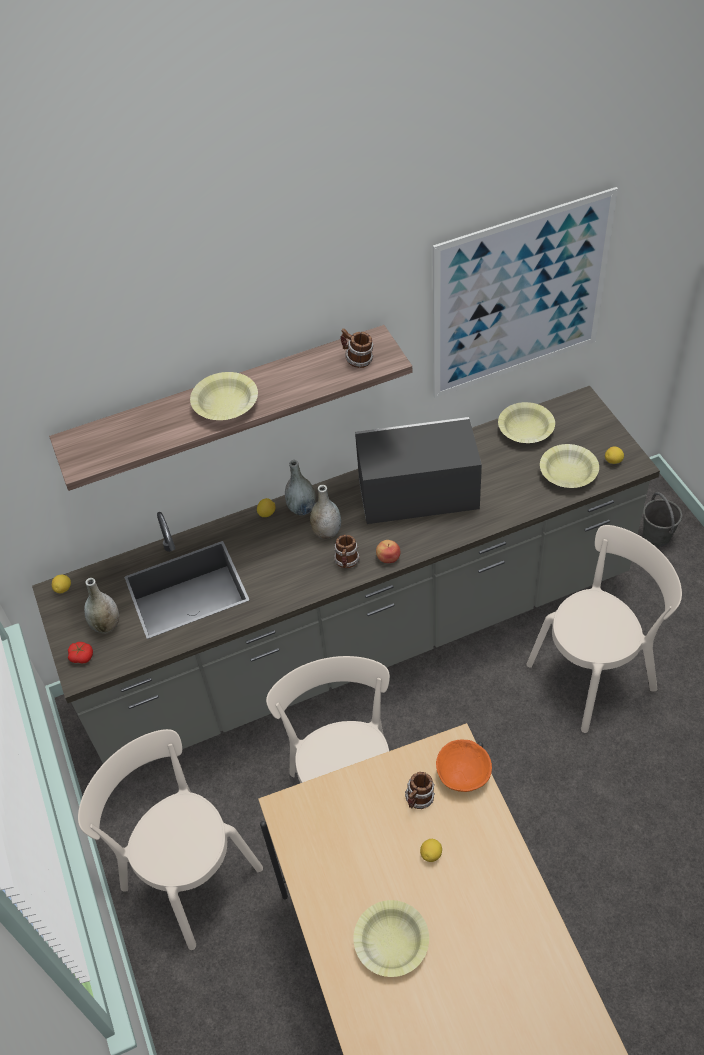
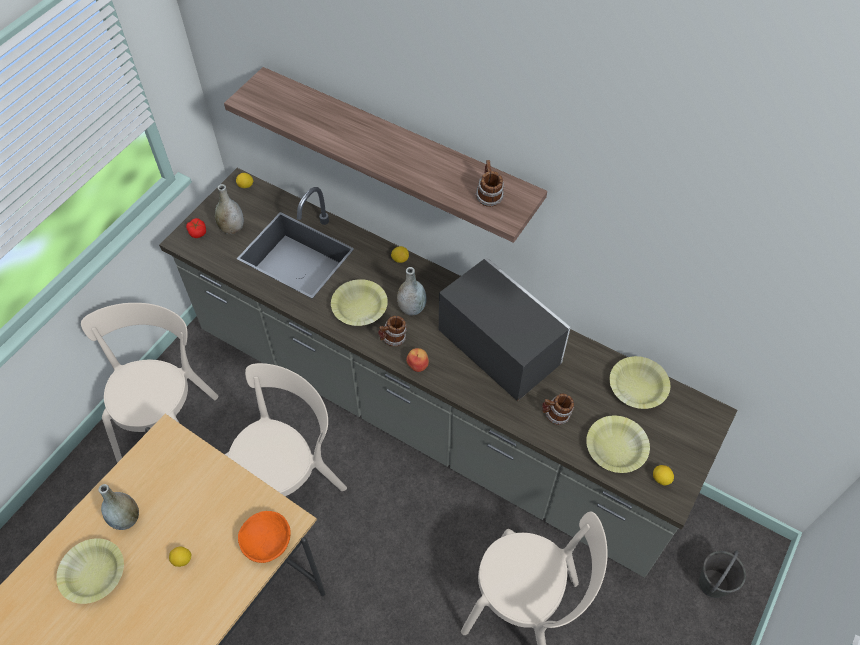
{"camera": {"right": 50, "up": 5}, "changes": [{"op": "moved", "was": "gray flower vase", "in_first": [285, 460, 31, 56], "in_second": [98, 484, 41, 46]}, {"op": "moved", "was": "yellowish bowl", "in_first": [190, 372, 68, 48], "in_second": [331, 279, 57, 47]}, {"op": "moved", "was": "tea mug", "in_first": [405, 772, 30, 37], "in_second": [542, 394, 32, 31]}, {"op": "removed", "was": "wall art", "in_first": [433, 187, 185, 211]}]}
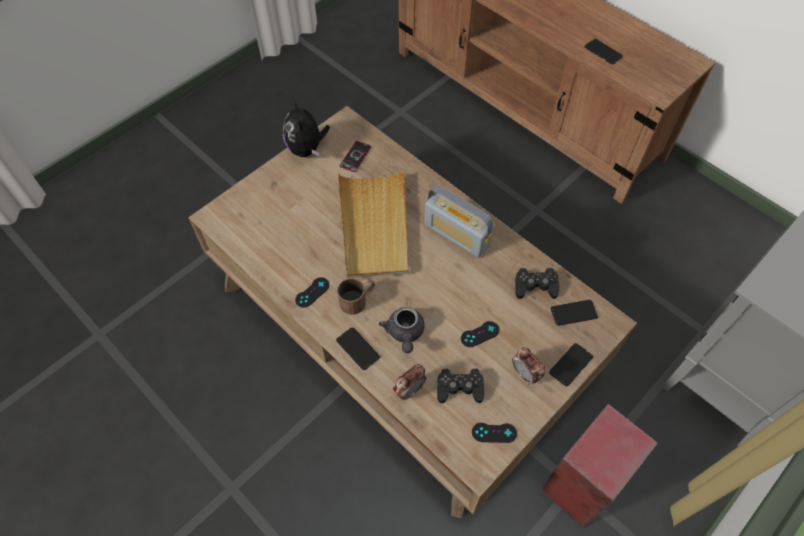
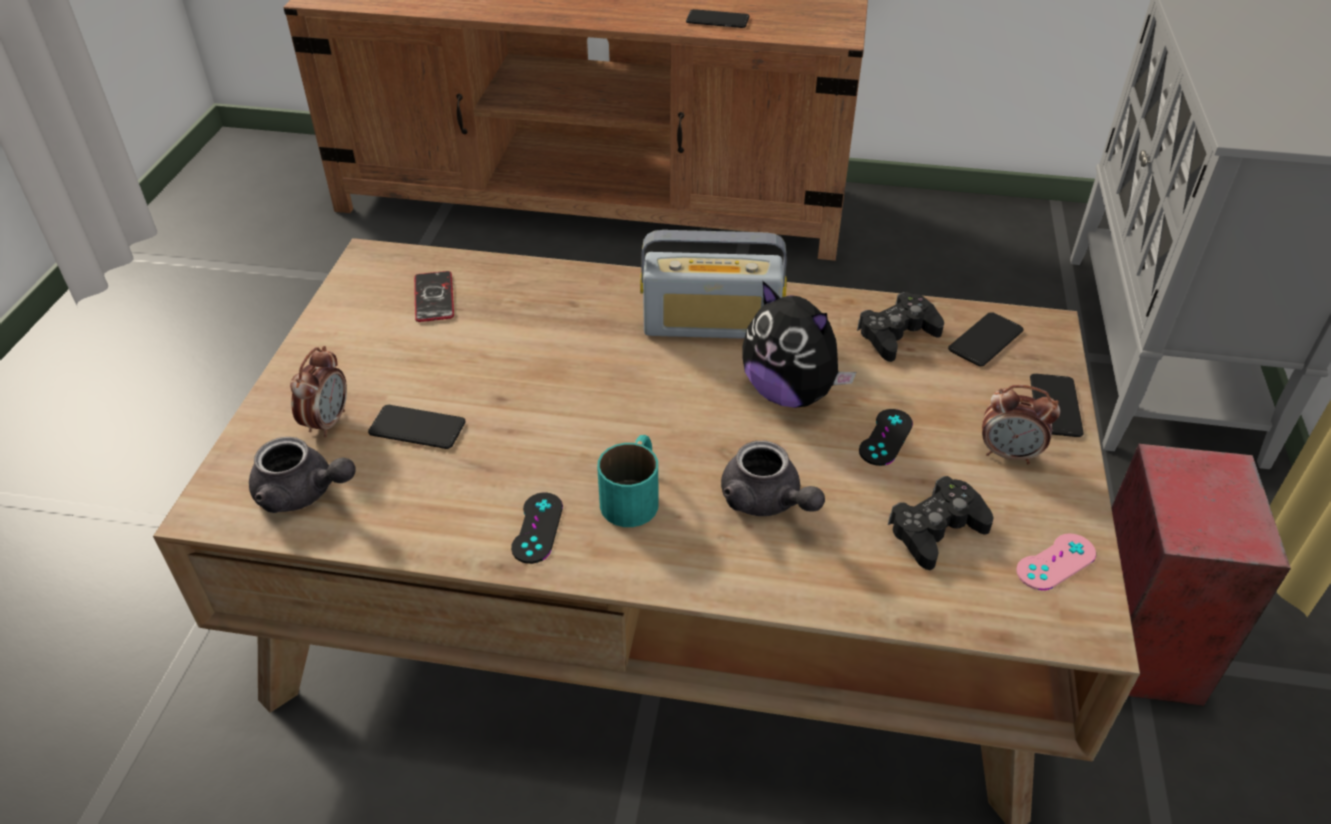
{"camera": {"right": -35, "up": -15}, "changes": [{"op": "added", "now": "gray teapot", "in_second": [249, 437, 107, 76]}, {"op": "moved", "was": "alarm clock", "in_first": [393, 364, 33, 36], "in_second": [290, 346, 57, 92]}, {"op": "moved", "was": "telephone", "in_first": [336, 328, 44, 42], "in_second": [368, 405, 98, 44]}, {"op": "recoloured", "was": "brownish tea mug", "now": "turquoise tea mug", "in_first": [337, 278, 38, 37], "in_second": [597, 435, 62, 92]}, {"op": "moved", "was": "soft toy", "in_first": [283, 99, 47, 58], "in_second": [742, 281, 114, 127]}, {"op": "recoloured", "was": "blackish game controller", "now": "pinkish game controller", "in_first": [472, 423, 45, 20], "in_second": [1016, 533, 80, 58]}, {"op": "removed", "was": "sand-coloured tray", "in_first": [338, 170, 71, 108]}]}
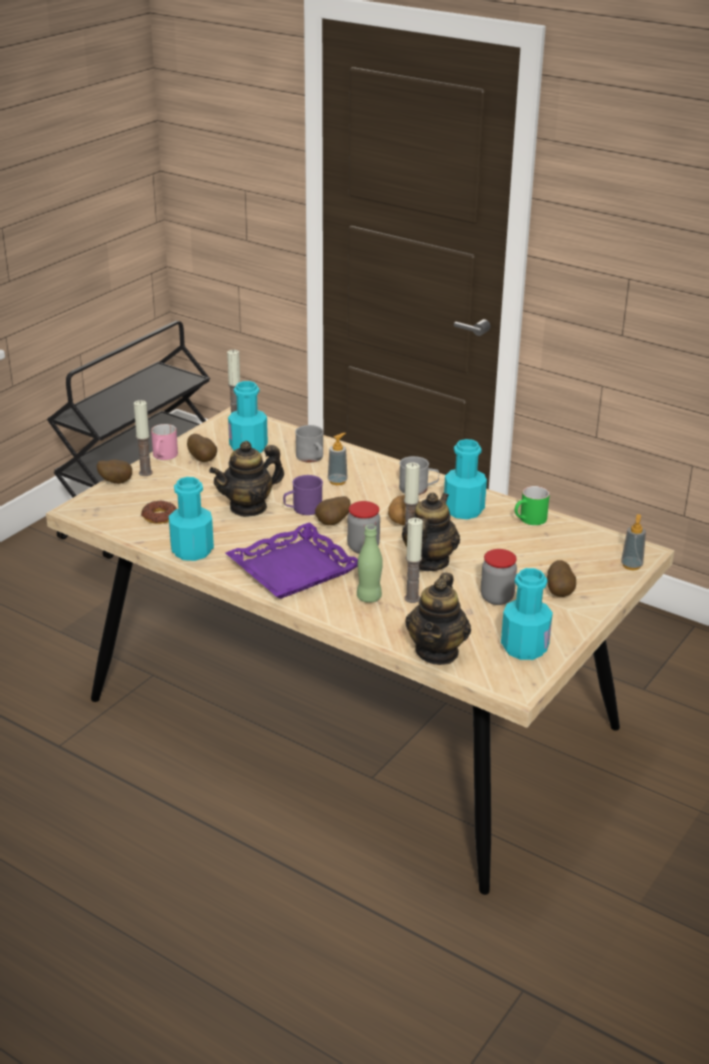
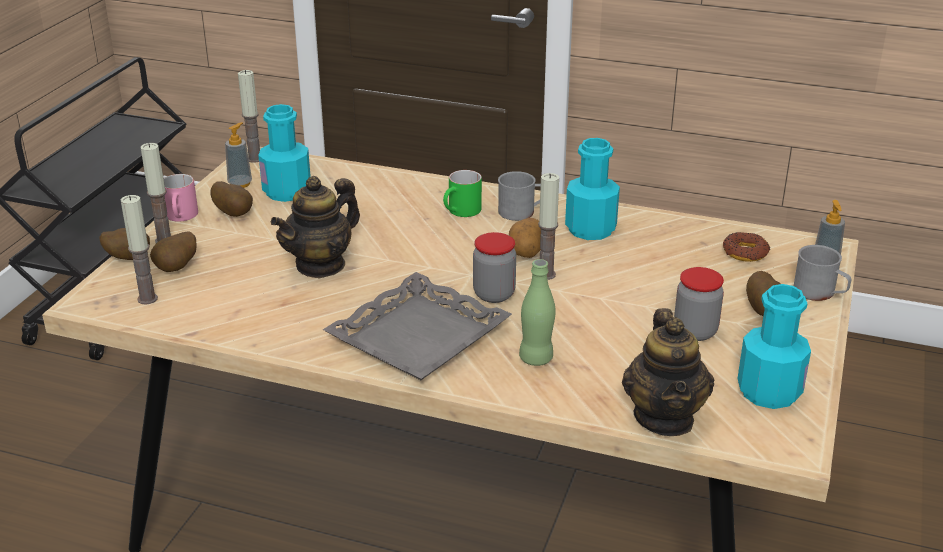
{"camera": {"right": -15, "up": 0}, "changes": [{"op": "moved", "was": "wax candle", "in_first": [405, 518, 18, 85], "in_second": [121, 195, 37, 110]}, {"op": "moved", "was": "spud", "in_first": [315, 496, 35, 29], "in_second": [150, 231, 46, 41]}, {"op": "moved", "was": "soap dispenser", "in_first": [328, 433, 20, 52], "in_second": [225, 122, 27, 66]}, {"op": "recoloured", "was": "purplish tray", "now": "gray tray", "in_first": [226, 522, 132, 77], "in_second": [323, 272, 189, 108]}, {"op": "moved", "was": "green-coloured tea mug", "in_first": [515, 486, 35, 39], "in_second": [443, 170, 39, 47]}, {"op": "moved", "was": "donut", "in_first": [141, 501, 36, 23], "in_second": [723, 232, 47, 30]}, {"op": "moved", "was": "gray tea mug", "in_first": [295, 425, 29, 38], "in_second": [794, 245, 57, 56]}, {"op": "removed", "was": "turquoise drink bottle", "in_first": [169, 477, 45, 84]}, {"op": "removed", "was": "purplish tea mug", "in_first": [283, 475, 40, 40]}, {"op": "removed", "was": "teapot", "in_first": [402, 493, 58, 78]}]}
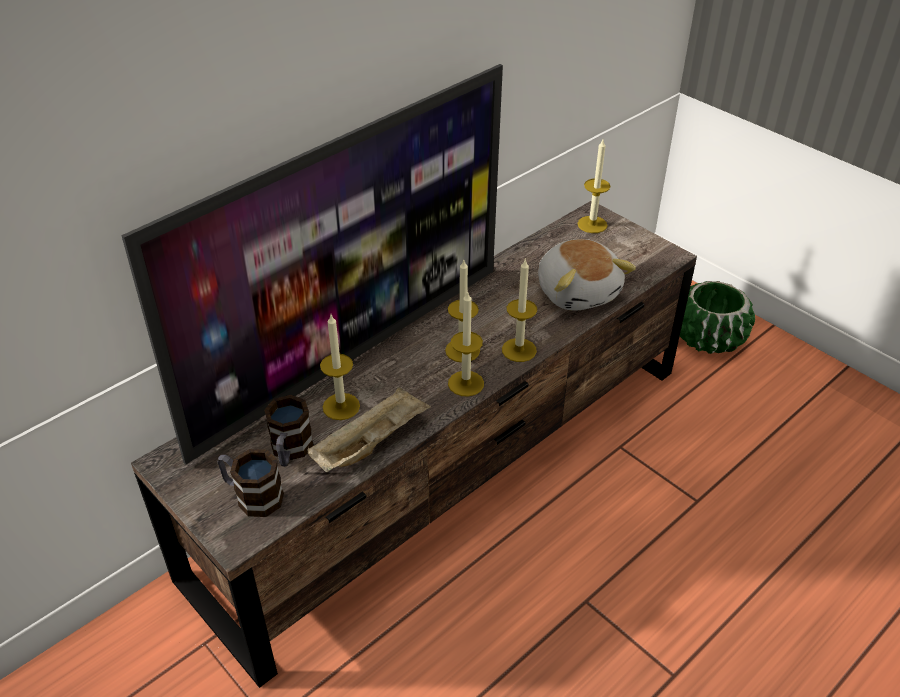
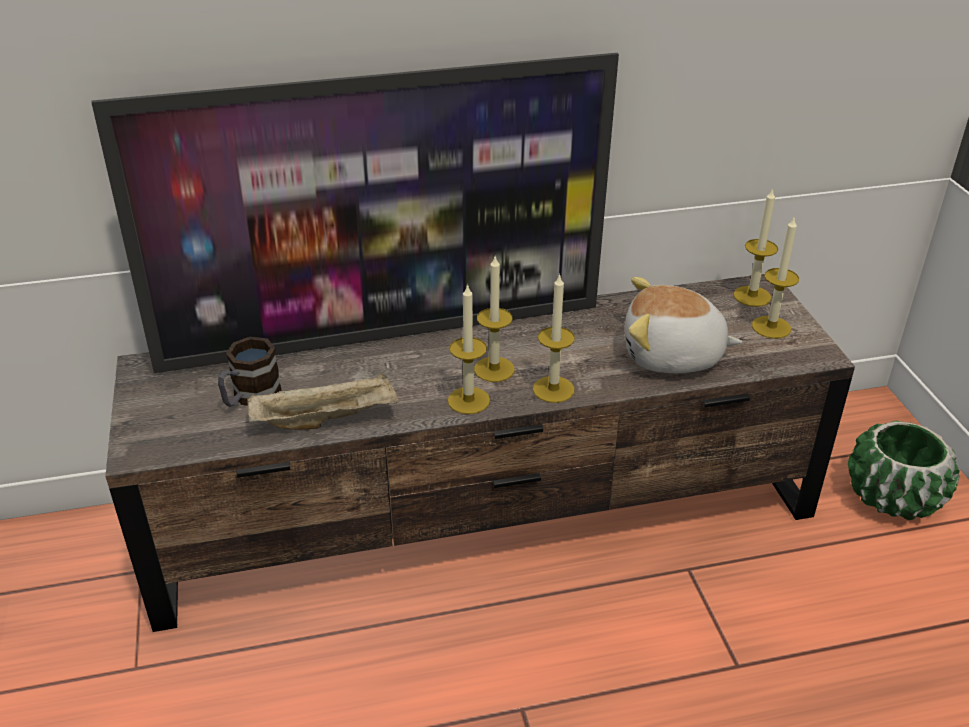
{"camera": {"right": 30, "up": -5}, "changes": [{"op": "turned", "was": "soft toy", "in_first": [538, 239, 98, 72], "in_second": [625, 277, 117, 96], "clockwise": 90}, {"op": "moved", "was": "wax candle", "in_first": [320, 315, 40, 105], "in_second": [752, 216, 47, 123]}, {"op": "removed", "was": "tea mug", "in_first": [218, 449, 66, 68]}]}
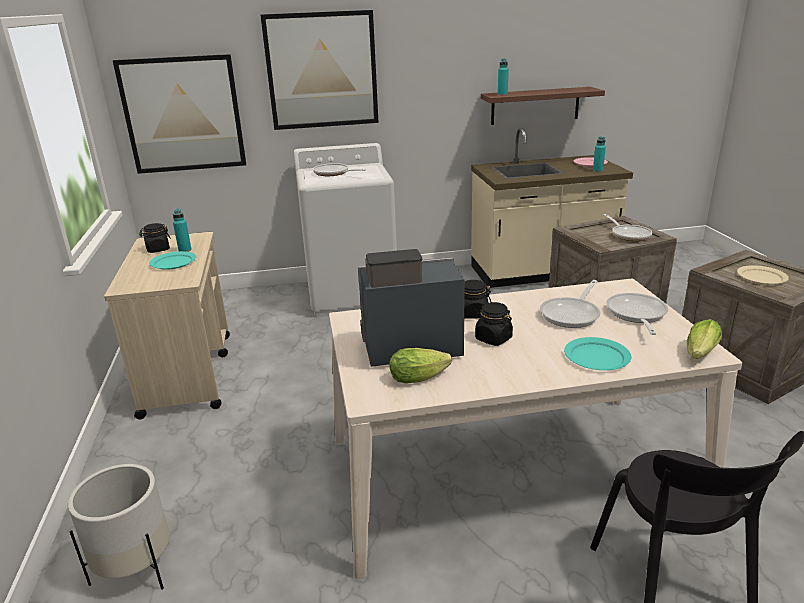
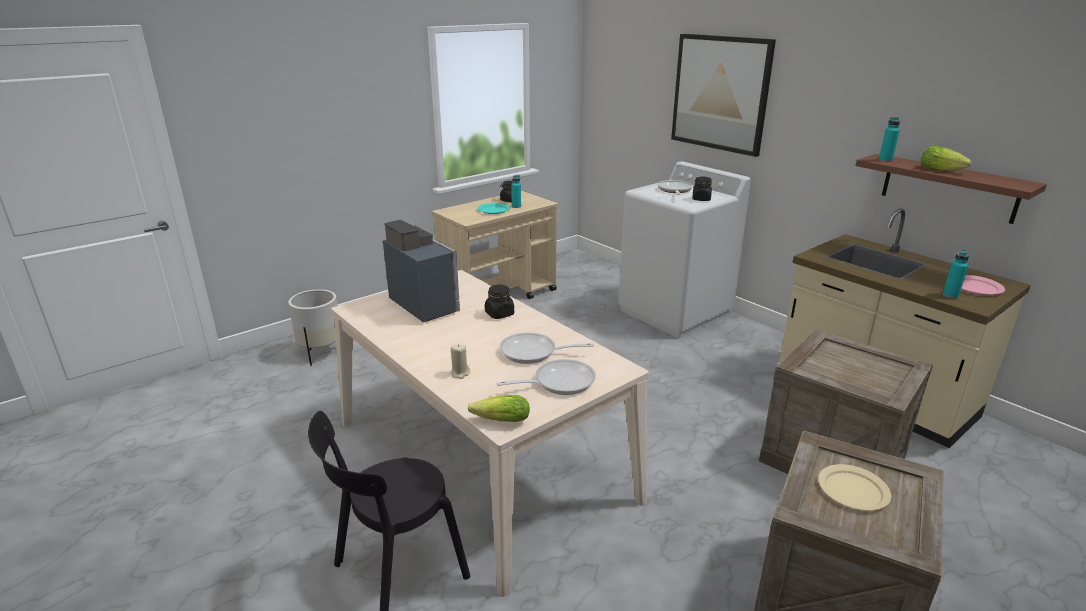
{"camera": {"right": 60, "up": 0}, "changes": [{"op": "replaced", "was": "turquoise dinner plate", "now": "sand-coloured wax candle", "in_first": [564, 337, 67, 33], "in_second": [450, 344, 20, 35]}, {"op": "moved", "was": "blackish jar", "in_first": [475, 302, 38, 44], "in_second": [692, 177, 20, 24]}, {"op": "moved", "was": "lettuce", "in_first": [390, 348, 62, 36], "in_second": [921, 146, 51, 25]}, {"op": "removed", "was": "wall art", "in_first": [113, 54, 133, 120]}, {"op": "removed", "was": "pan", "in_first": [603, 214, 49, 27]}]}
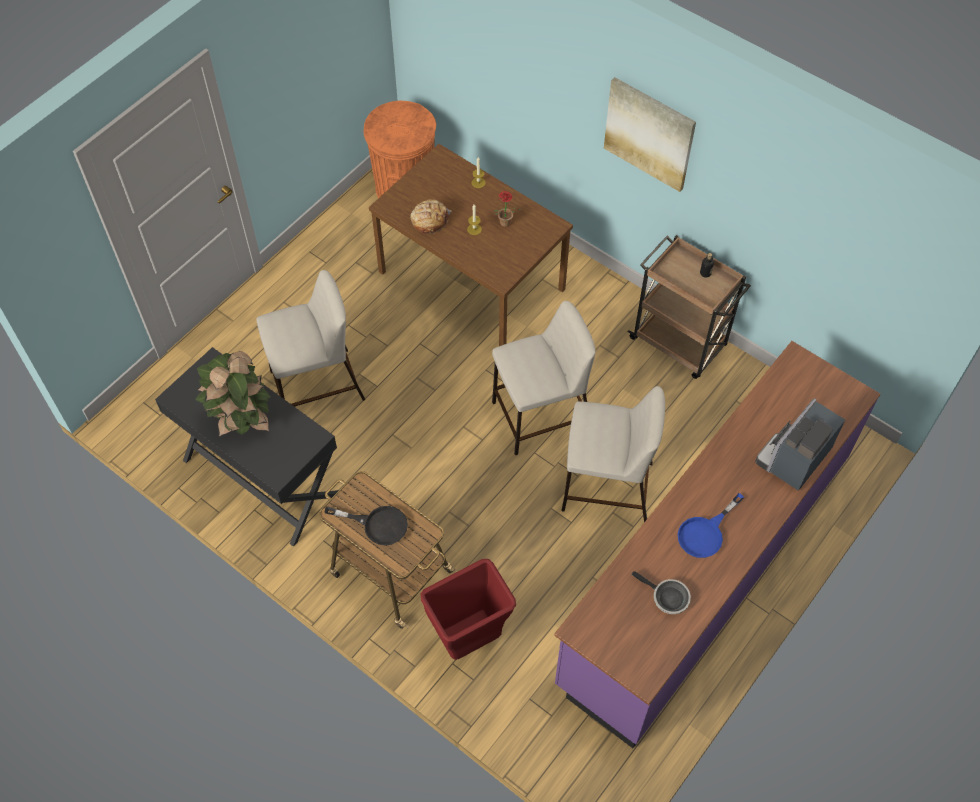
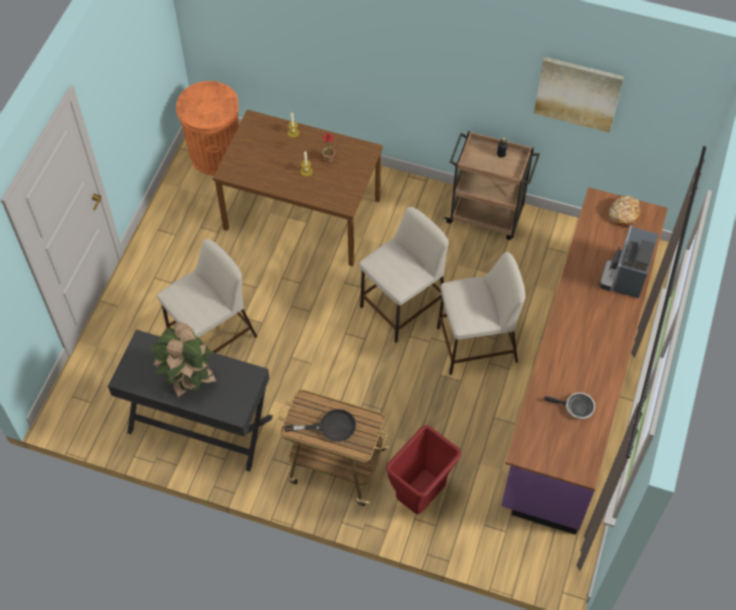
{"camera": {"right": -20, "up": 0}, "changes": [{"op": "moved", "was": "wall art", "in_first": [604, 77, 92, 115], "in_second": [534, 57, 90, 76]}, {"op": "moved", "was": "bread", "in_first": [410, 199, 42, 35], "in_second": [609, 196, 32, 31]}, {"op": "removed", "was": "blue pan", "in_first": [678, 493, 66, 65]}]}
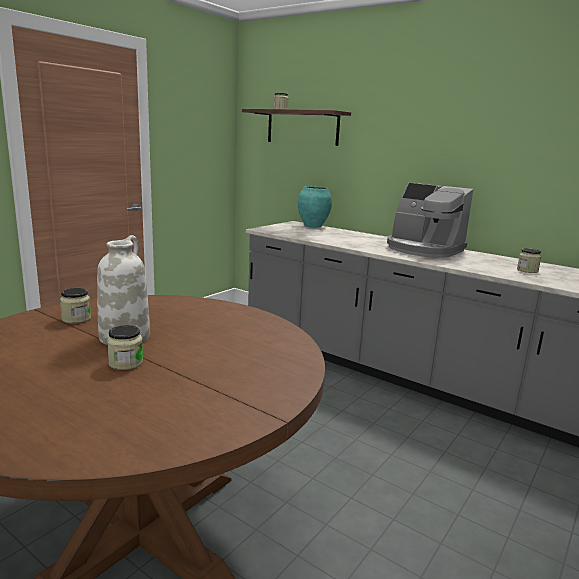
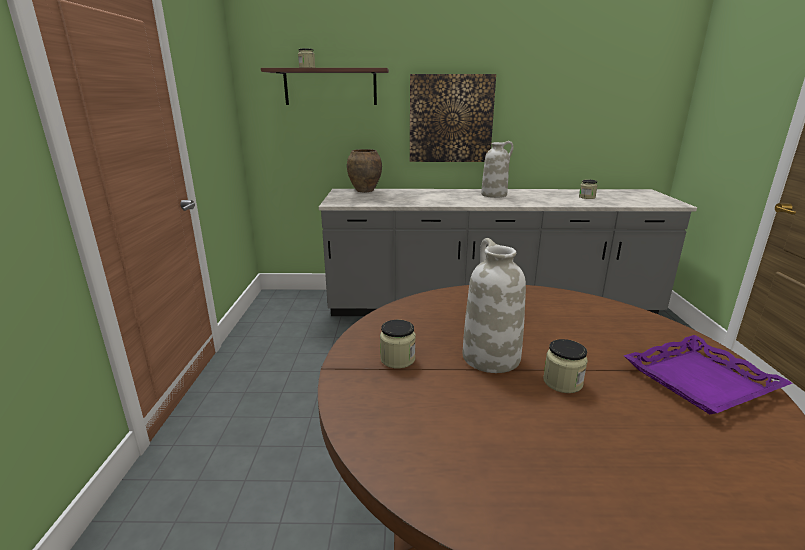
{"camera": {"right": -35, "up": 5}, "changes": [{"op": "recoloured", "was": "turquoise flower vase", "now": "brownish flower vase", "in_first": [298, 186, 34, 42], "in_second": [347, 149, 35, 43]}, {"op": "added", "now": "wall art", "in_second": [410, 74, 86, 88]}, {"op": "replaced", "was": "coffee brewer", "now": "white flower vase", "in_first": [387, 183, 86, 75], "in_second": [481, 141, 33, 57]}, {"op": "added", "now": "purplish tray", "in_second": [624, 335, 168, 79]}]}
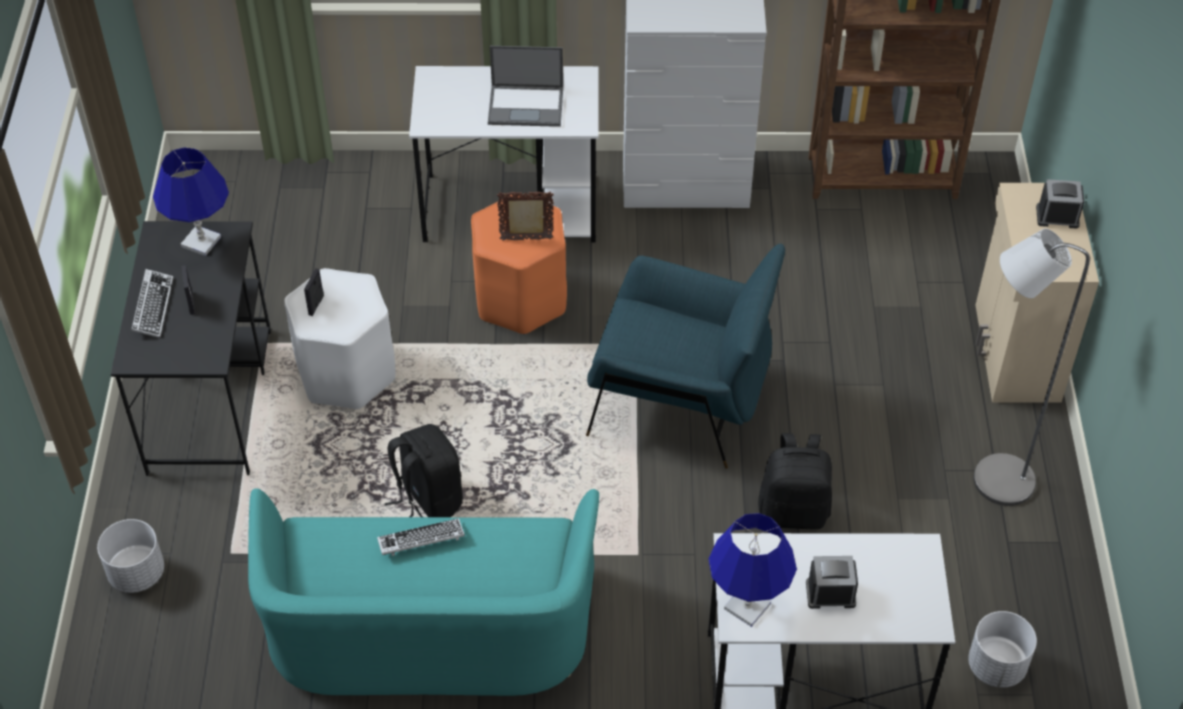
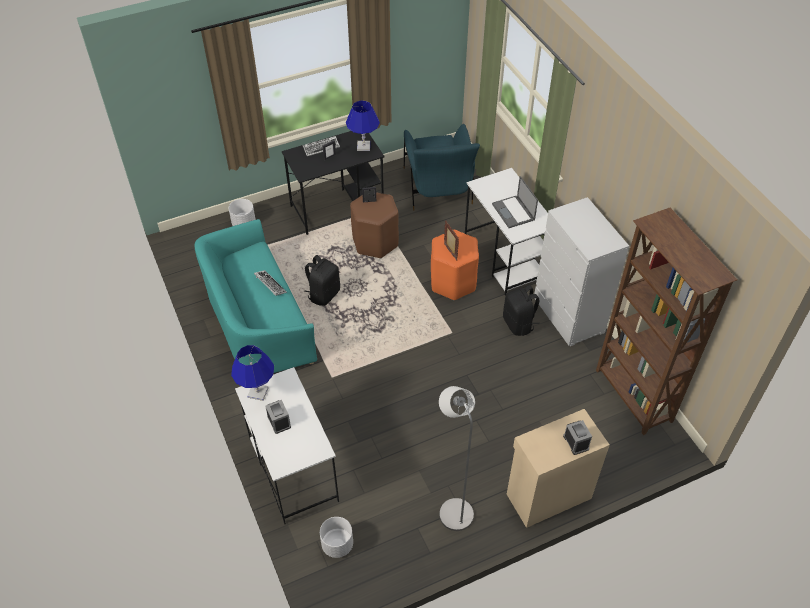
{"camera": {"right": 65, "up": 0}, "changes": [{"op": "recoloured", "was": "white stool seat", "now": "brownish stool seat", "in_first": [284, 268, 112, 141], "in_second": [350, 192, 49, 66]}, {"op": "moved", "was": "blue armchair", "in_first": [586, 244, 199, 225], "in_second": [404, 124, 76, 87]}, {"op": "moved", "was": "blackish knapsack", "in_first": [758, 433, 74, 96], "in_second": [503, 285, 37, 51]}]}
